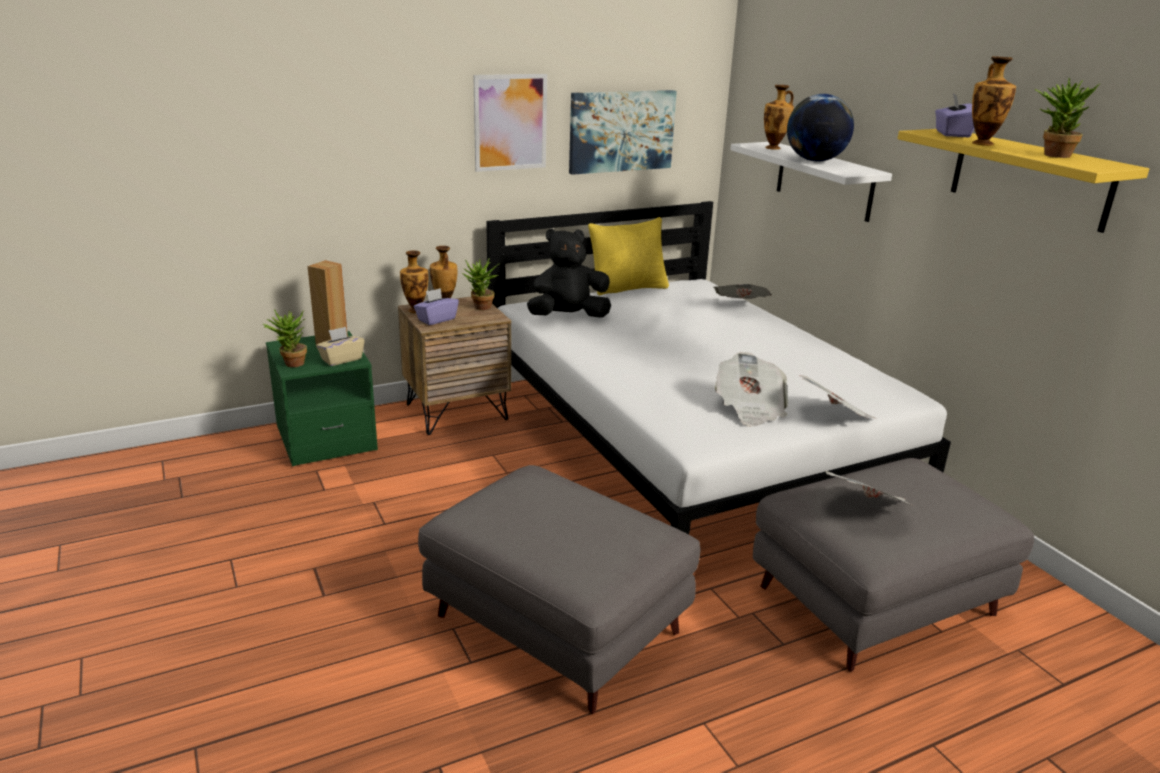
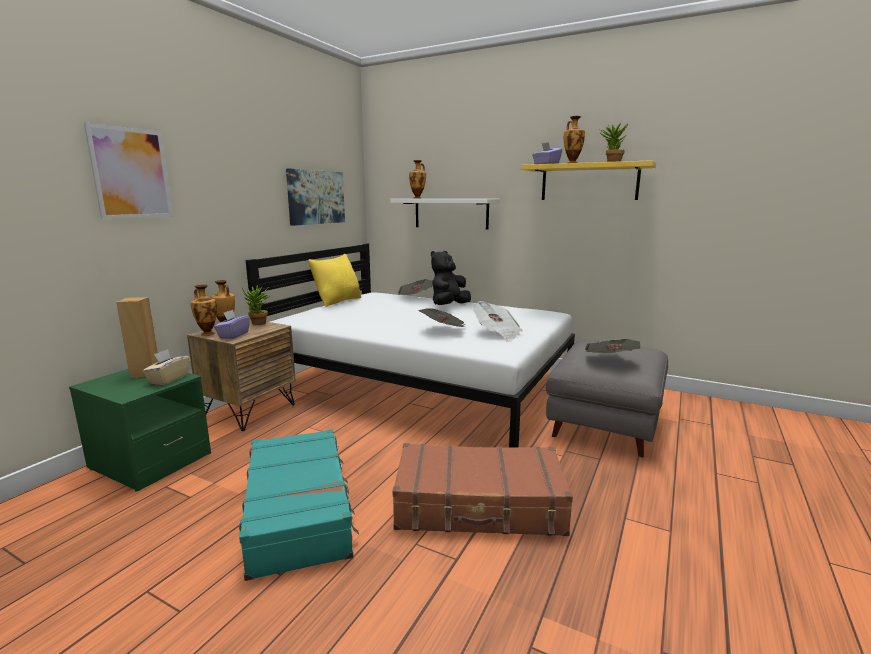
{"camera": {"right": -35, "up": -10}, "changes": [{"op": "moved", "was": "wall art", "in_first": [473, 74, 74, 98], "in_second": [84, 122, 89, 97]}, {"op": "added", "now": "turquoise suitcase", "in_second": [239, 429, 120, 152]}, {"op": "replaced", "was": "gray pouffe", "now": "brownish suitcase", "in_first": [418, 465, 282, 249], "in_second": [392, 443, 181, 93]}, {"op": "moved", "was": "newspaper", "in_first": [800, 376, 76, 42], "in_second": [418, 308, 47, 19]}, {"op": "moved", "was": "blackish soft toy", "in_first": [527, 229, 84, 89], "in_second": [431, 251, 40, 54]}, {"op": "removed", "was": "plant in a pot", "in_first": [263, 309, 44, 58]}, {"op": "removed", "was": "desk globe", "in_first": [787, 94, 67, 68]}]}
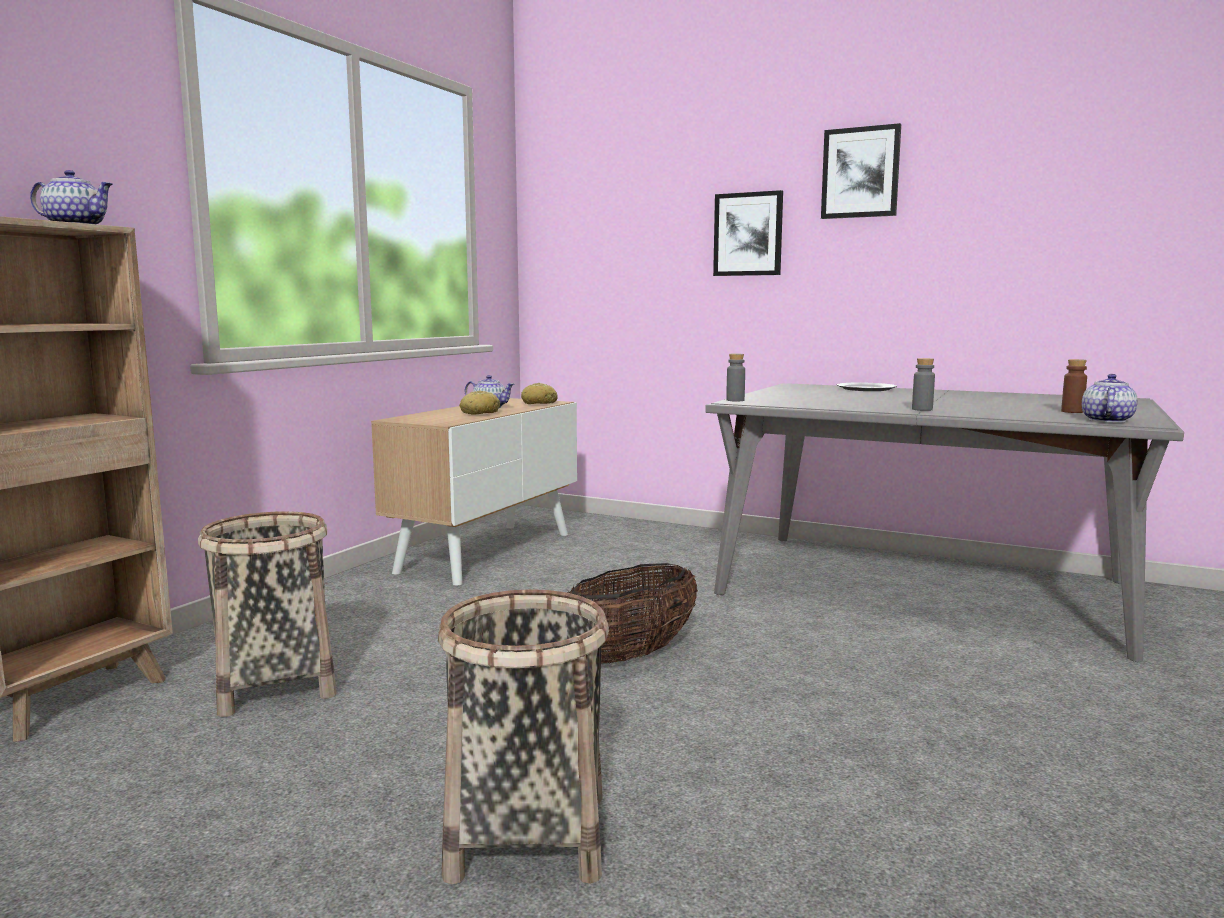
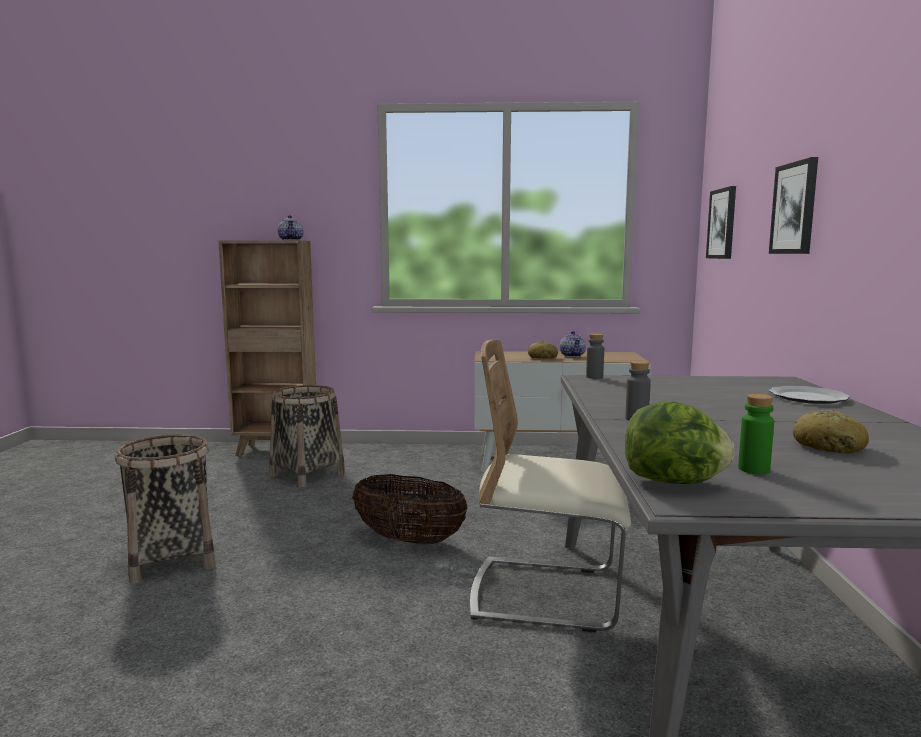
{"camera": {"right": 65, "up": 0}, "changes": [{"op": "added", "now": "sand-coloured upright chair", "in_second": [470, 340, 161, 293]}, {"op": "replaced", "was": "teapot", "now": "lettuce", "in_first": [1082, 374, 56, 49], "in_second": [625, 402, 110, 82]}, {"op": "moved", "was": "wall art", "in_first": [821, 123, 80, 96], "in_second": [706, 186, 30, 73]}, {"op": "recoloured", "was": "brownish drink bottle", "now": "green-coloured drink bottle", "in_first": [1061, 359, 26, 54], "in_second": [738, 394, 36, 80]}, {"op": "moved", "was": "bread", "in_first": [521, 383, 37, 21], "in_second": [793, 410, 76, 43]}]}
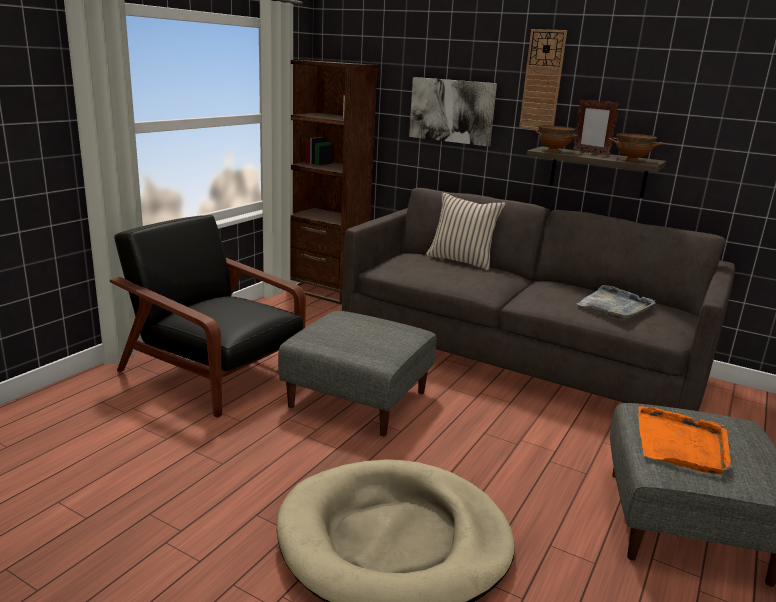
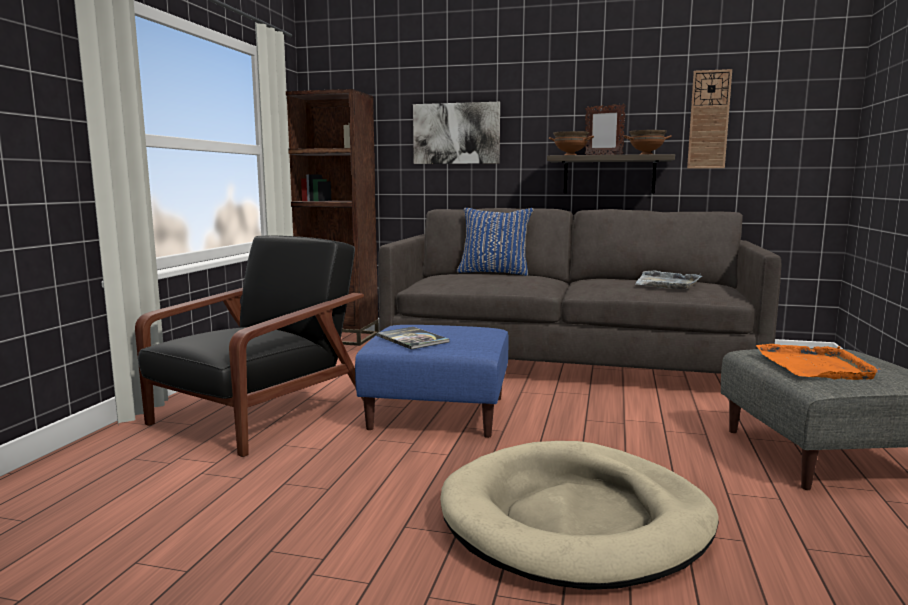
{"camera": {"right": -15, "up": -10}, "changes": [{"op": "turned", "was": "blackish armchair", "in_first": [110, 215, 196, 203], "in_second": [135, 235, 229, 222], "clockwise": 105}, {"op": "recoloured", "was": "gray pouffe", "now": "blue pouffe", "in_first": [278, 311, 158, 125], "in_second": [355, 325, 154, 113]}, {"op": "added", "now": "volume", "in_second": [376, 327, 73, 23]}, {"op": "recoloured", "was": "sand-coloured throw pillow", "now": "blue throw pillow", "in_first": [426, 192, 80, 79], "in_second": [457, 208, 77, 68]}, {"op": "moved", "was": "clock on the wall", "in_first": [519, 29, 48, 100], "in_second": [687, 69, 45, 100]}]}
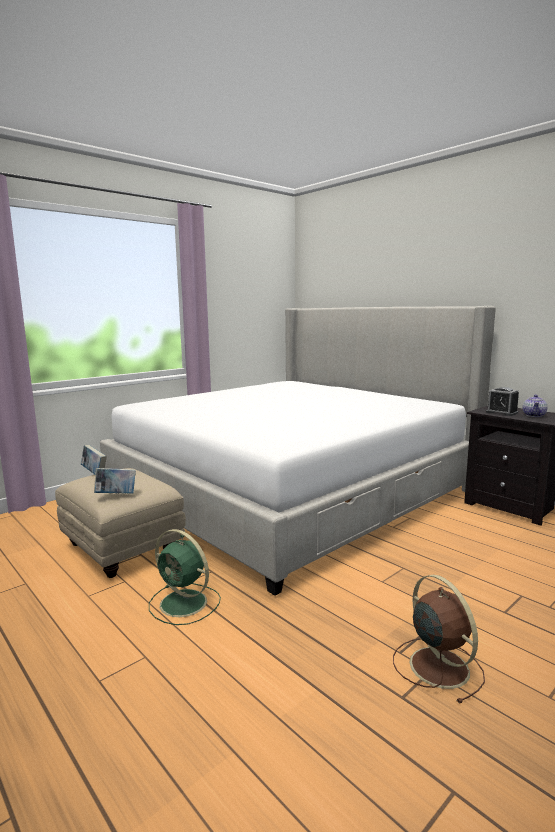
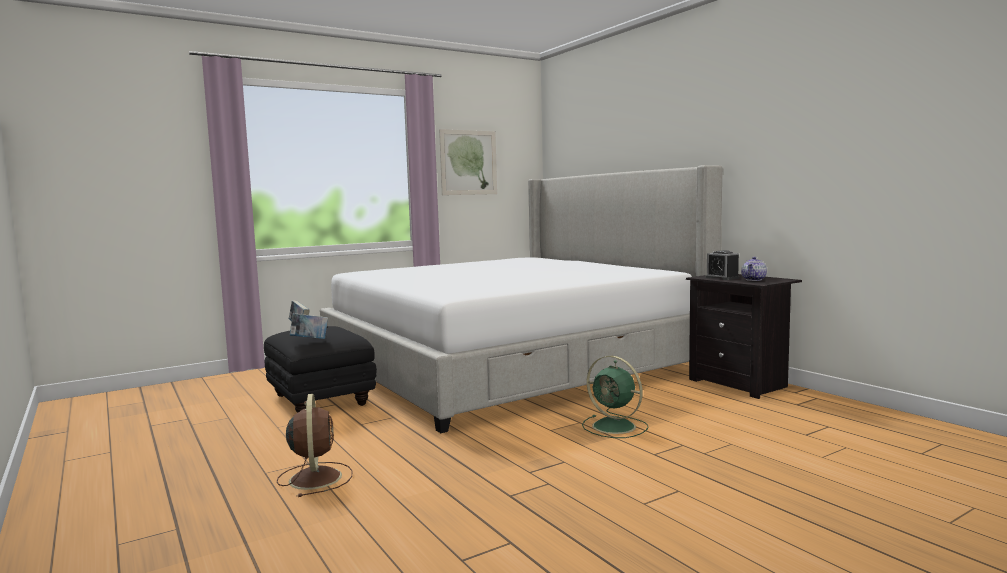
{"camera": {"right": 10, "up": -5}, "changes": [{"op": "recoloured", "was": "sand-coloured pouffe", "now": "blackish pouffe", "in_first": [55, 468, 131, 110], "in_second": [264, 326, 113, 87]}, {"op": "moved", "was": "brownish electric fan", "in_first": [393, 575, 92, 128], "in_second": [277, 394, 75, 103]}, {"op": "added", "now": "wall art", "in_second": [439, 129, 58, 66]}, {"op": "moved", "was": "green-coloured electric fan", "in_first": [149, 529, 72, 96], "in_second": [582, 356, 66, 82]}]}
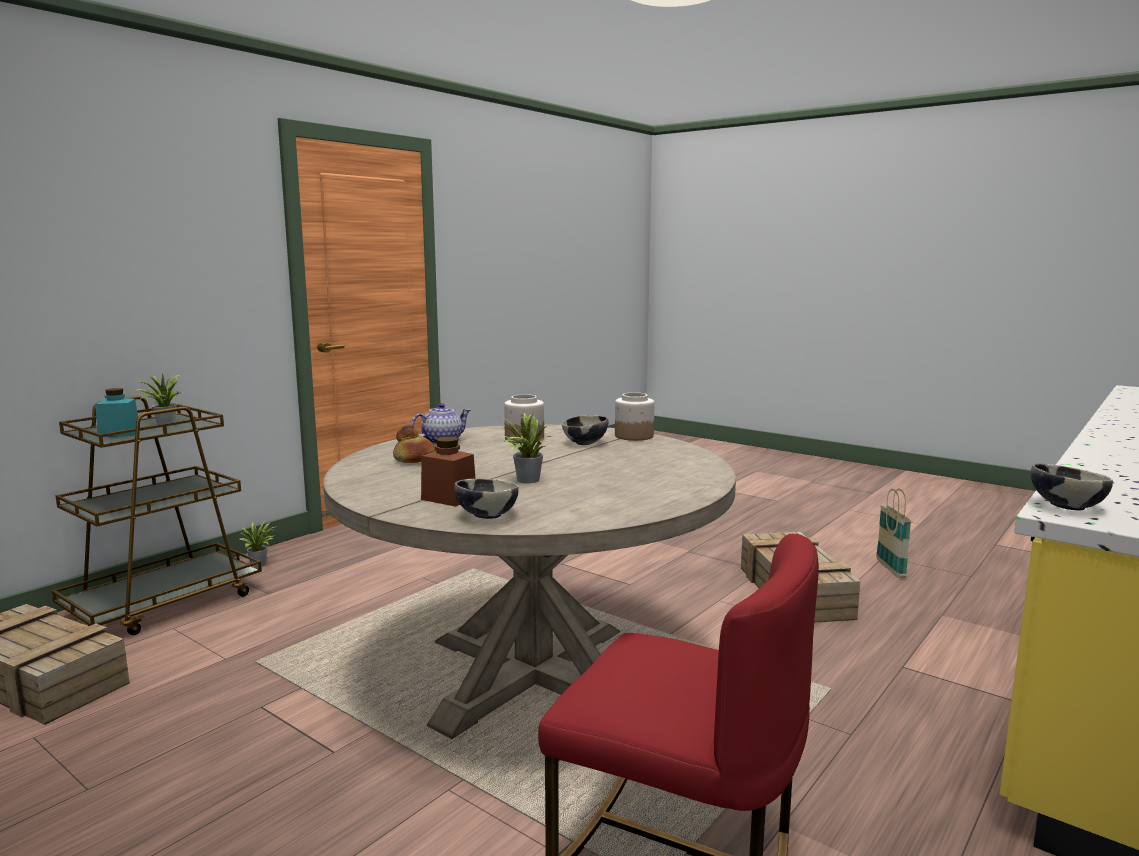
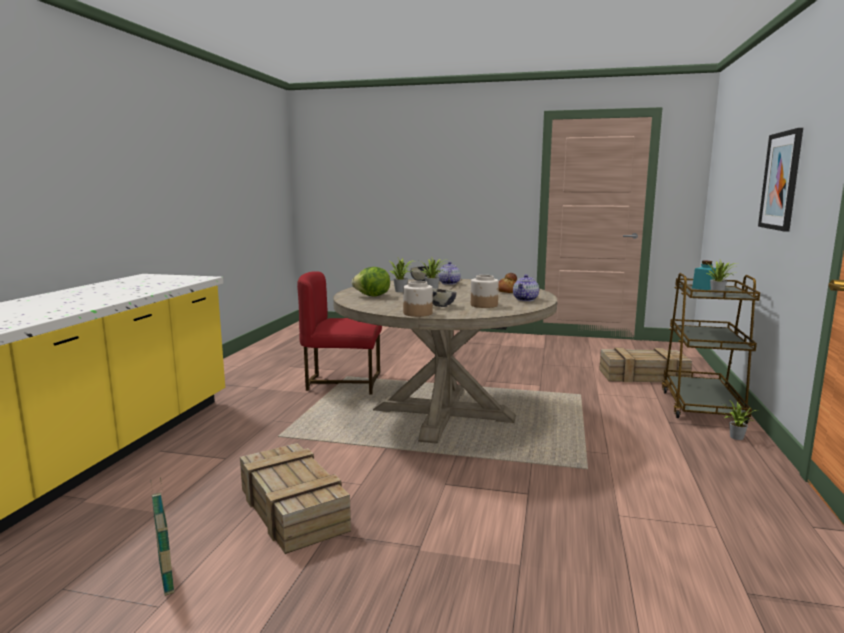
{"camera": {"right": 155, "up": 0}, "changes": [{"op": "added", "now": "lettuce", "in_second": [352, 267, 38, 30]}, {"op": "added", "now": "plant in a pot", "in_second": [388, 258, 26, 34]}, {"op": "replaced", "was": "brownish jar", "now": "teapot", "in_first": [421, 437, 55, 70], "in_second": [438, 262, 23, 23]}, {"op": "added", "now": "wall art", "in_second": [758, 128, 45, 104]}, {"op": "removed", "was": "bowl", "in_first": [1031, 463, 82, 48]}]}
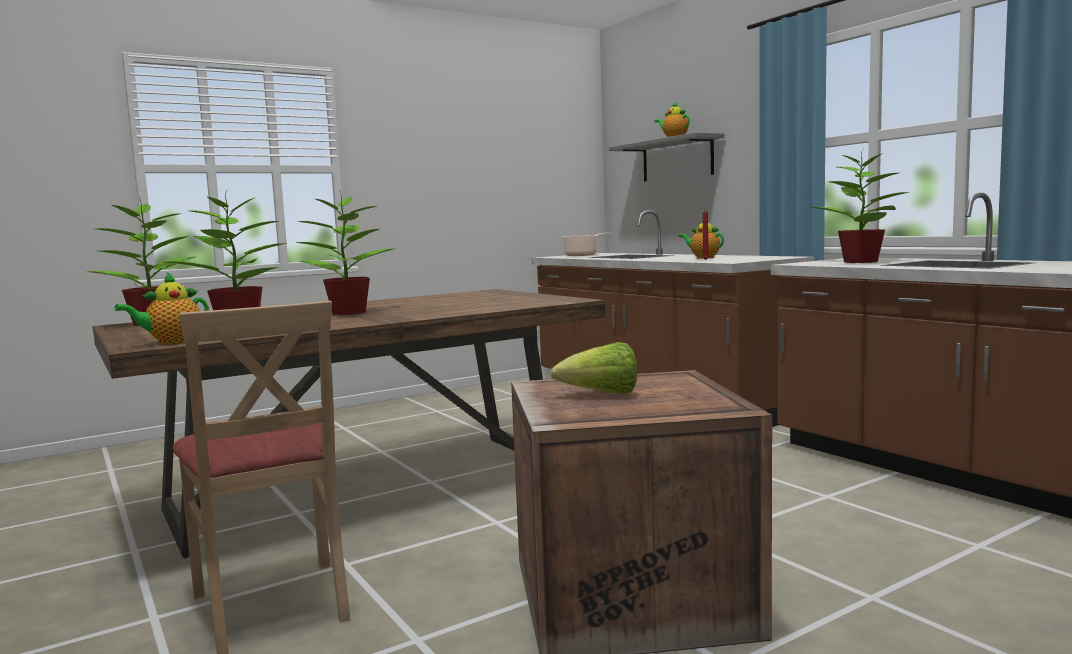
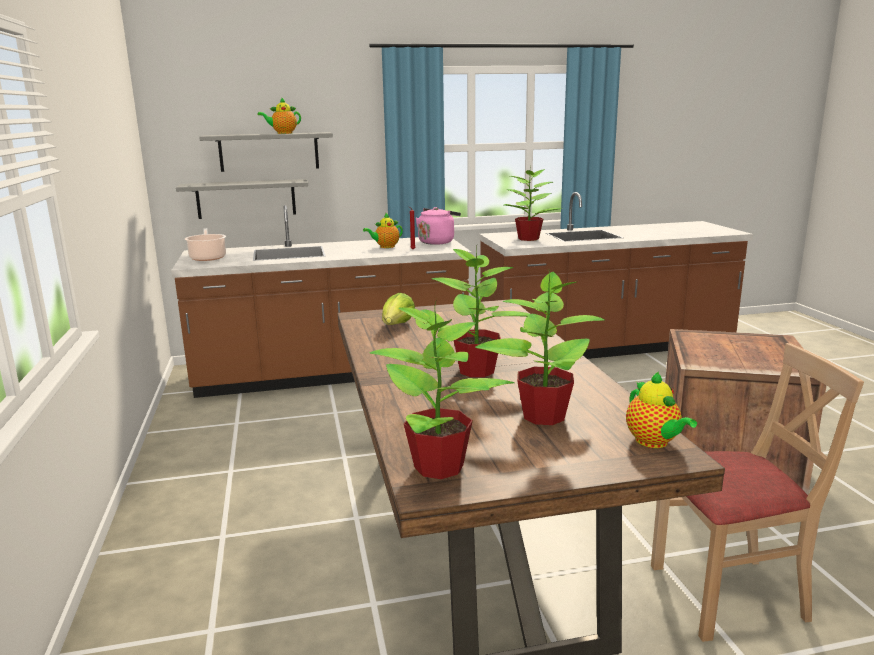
{"camera": {"right": -70, "up": 10}, "changes": [{"op": "added", "now": "gray shelf", "in_second": [176, 179, 132, 40]}, {"op": "moved", "was": "lettuce", "in_first": [550, 342, 87, 52], "in_second": [382, 293, 33, 32]}, {"op": "added", "now": "pinkish tea kettle", "in_second": [416, 207, 45, 38]}]}
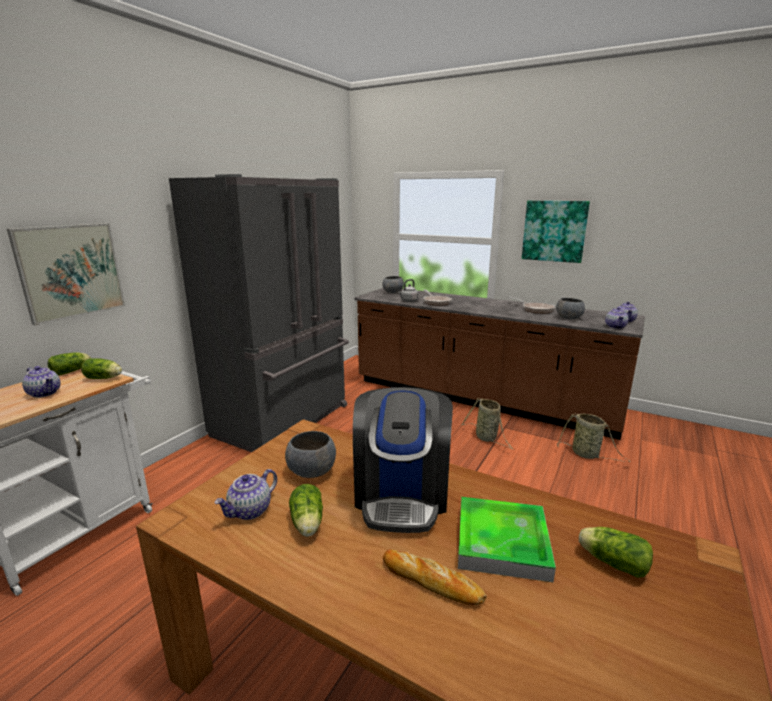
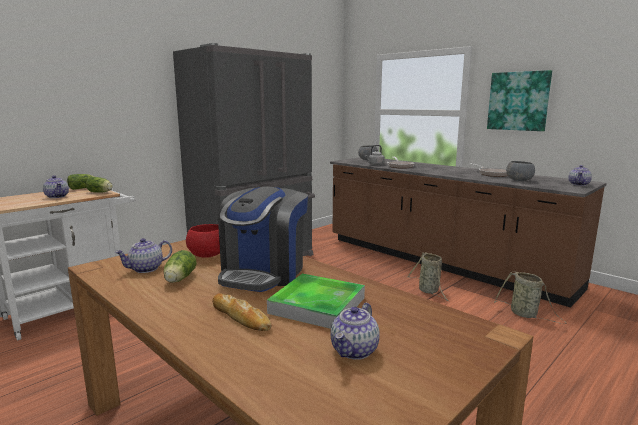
{"camera": {"right": 15, "up": -5}, "changes": [{"op": "recoloured", "was": "gray bowl", "now": "red bowl", "in_first": [285, 431, 51, 47], "in_second": [186, 224, 34, 34]}, {"op": "moved", "was": "teapot", "in_first": [605, 307, 24, 22], "in_second": [330, 303, 50, 57]}, {"op": "removed", "was": "wall art", "in_first": [7, 223, 118, 102]}, {"op": "removed", "was": "lettuce", "in_first": [579, 527, 74, 51]}]}
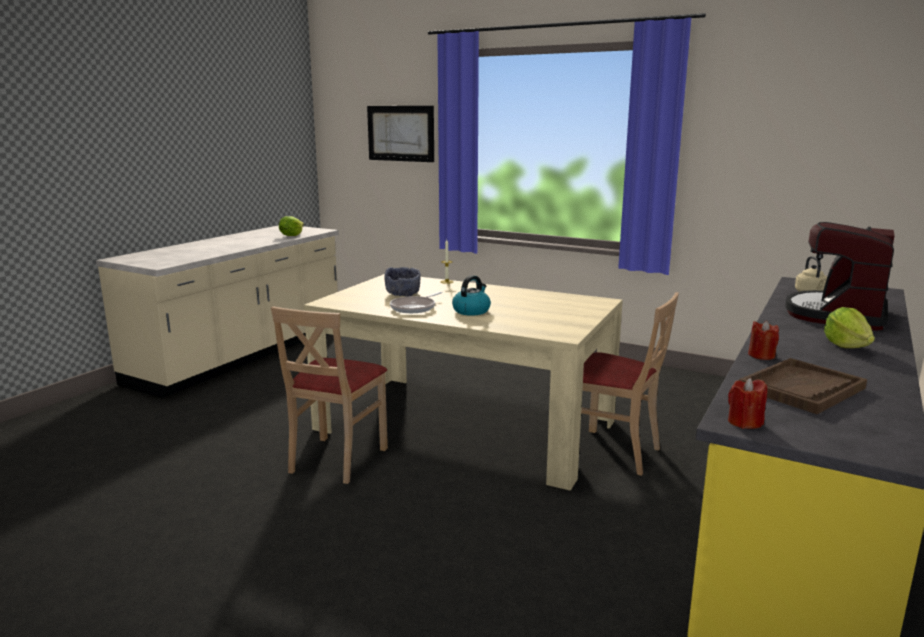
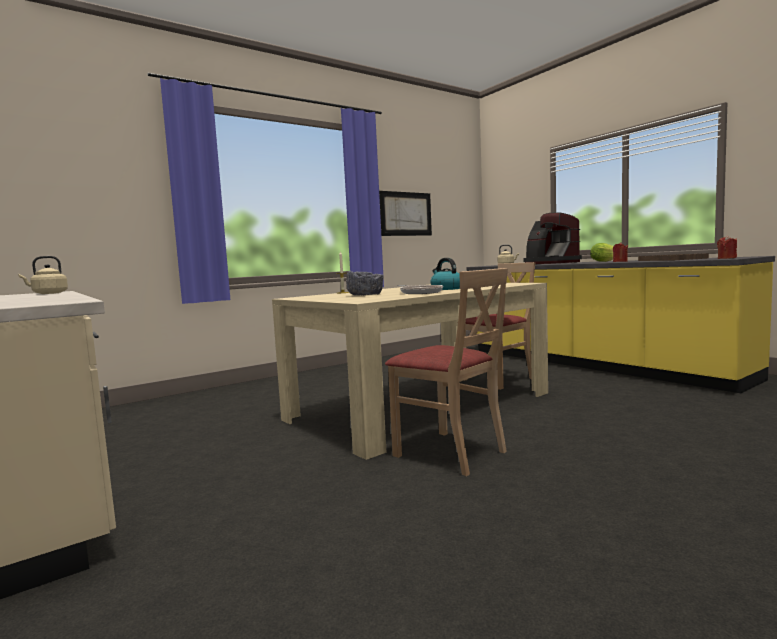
{"camera": {"right": -65, "up": -10}, "changes": [{"op": "replaced", "was": "lettuce", "now": "sand-coloured tea kettle", "in_first": [279, 216, 25, 20], "in_second": [18, 256, 50, 38]}, {"op": "moved", "was": "wall art", "in_first": [367, 106, 67, 56], "in_second": [379, 191, 53, 45]}]}
